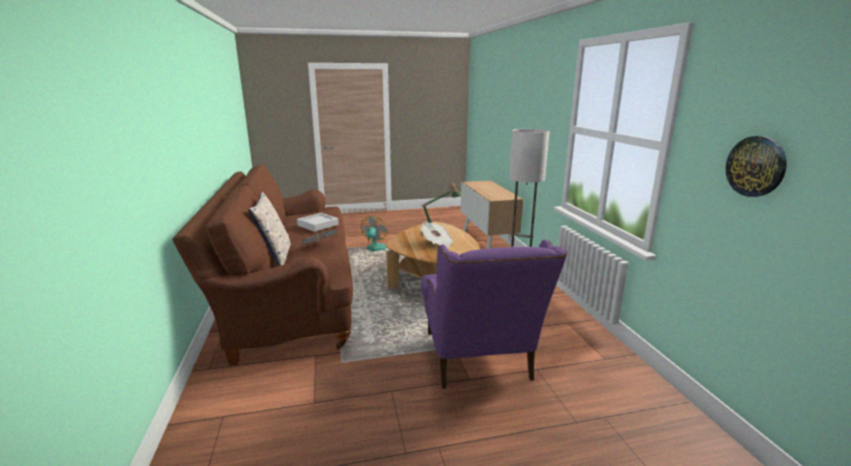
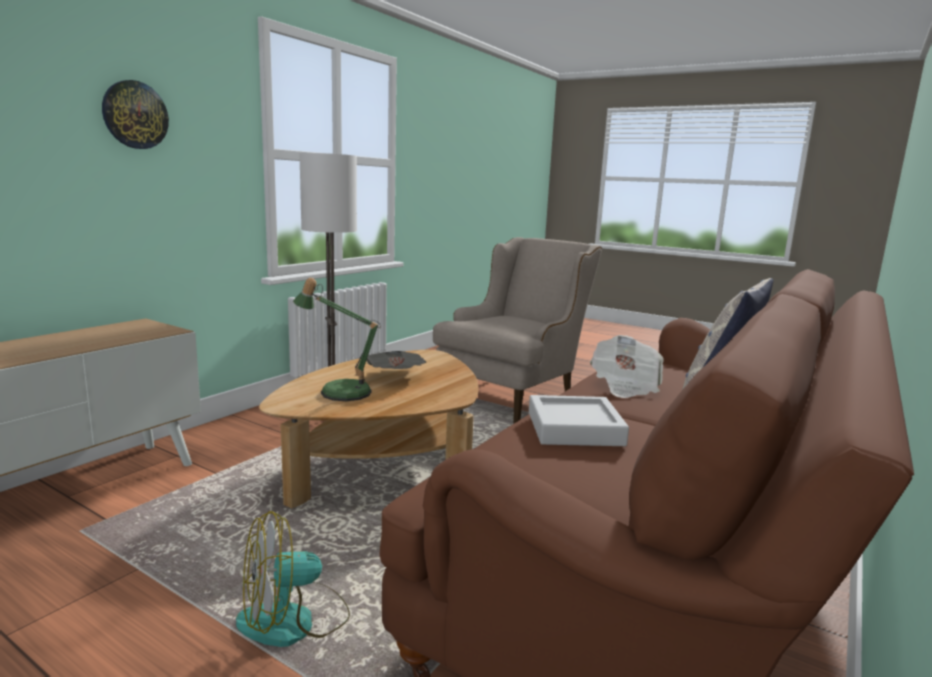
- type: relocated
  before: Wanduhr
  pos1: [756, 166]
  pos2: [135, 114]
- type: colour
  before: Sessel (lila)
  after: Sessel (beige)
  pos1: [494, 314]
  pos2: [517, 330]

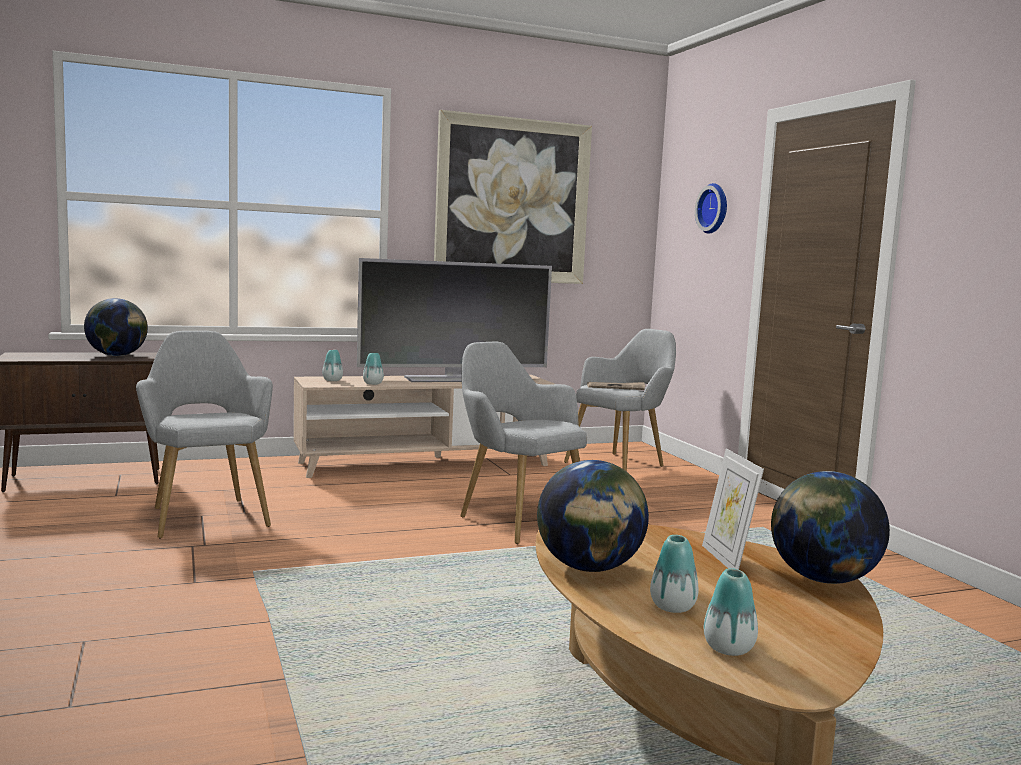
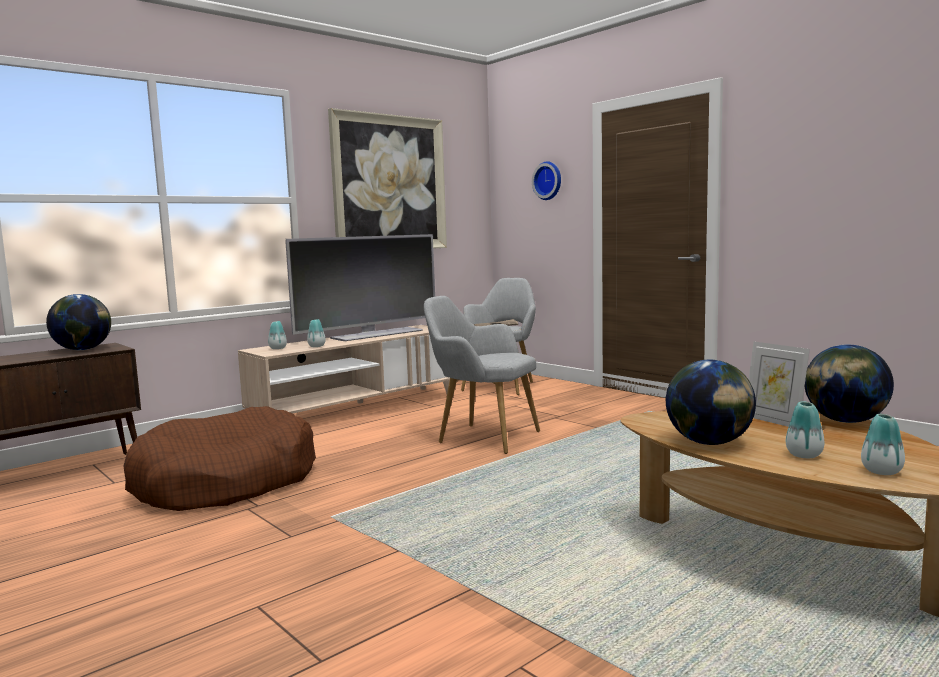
- type: exchanged
  before: Sessel (grau)
  after: Hundebett (braun)
  pos1: [204, 435]
  pos2: [219, 458]

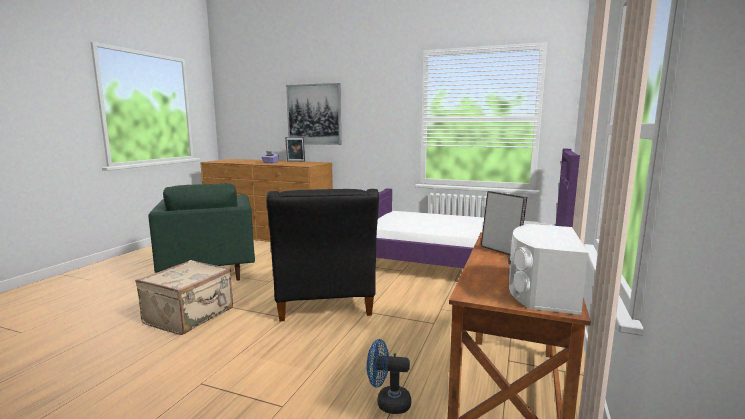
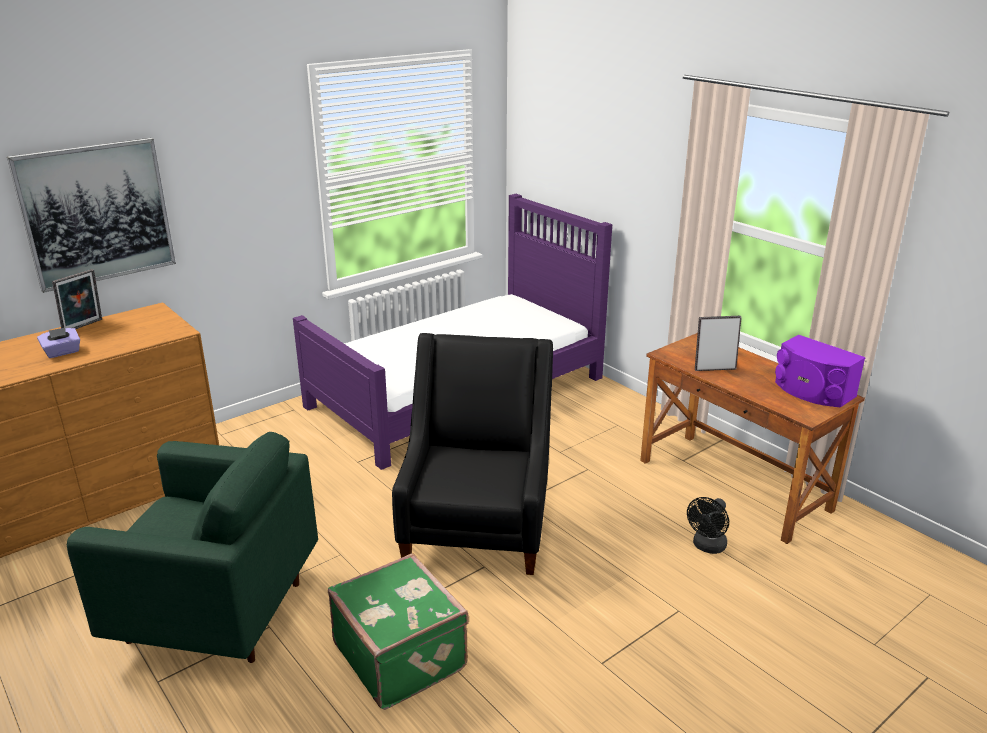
- type: spun
  before: Sessel (schwarz)
  pos1: [322, 255]
  pos2: [472, 454]
  turn: -105
- type: colour
  before: Lautsprecher (weiß)
  after: Lautsprecher (lila)
  pos1: [548, 269]
  pos2: [820, 371]
- type: colour
  before: Koffer (beige)
  after: Koffer (grün)
  pos1: [184, 297]
  pos2: [398, 631]
- type: colour
  before: Ventilator (blau)
  after: Ventilator (schwarz)
  pos1: [389, 376]
  pos2: [708, 525]

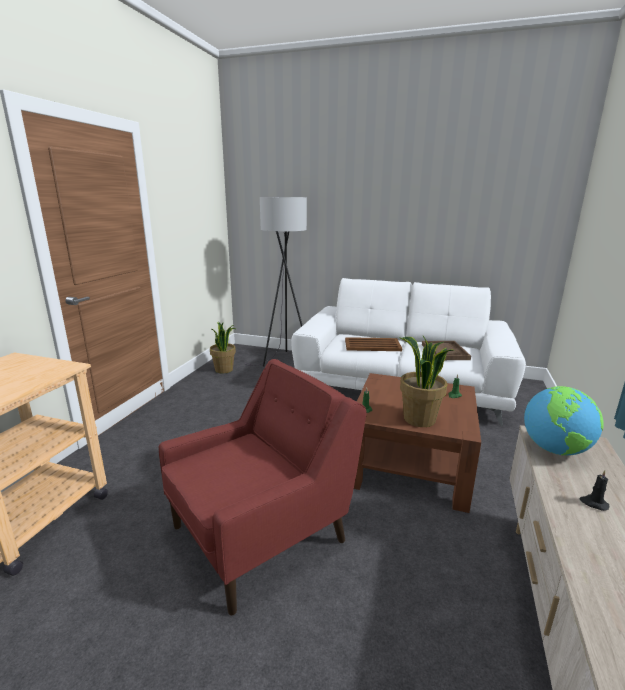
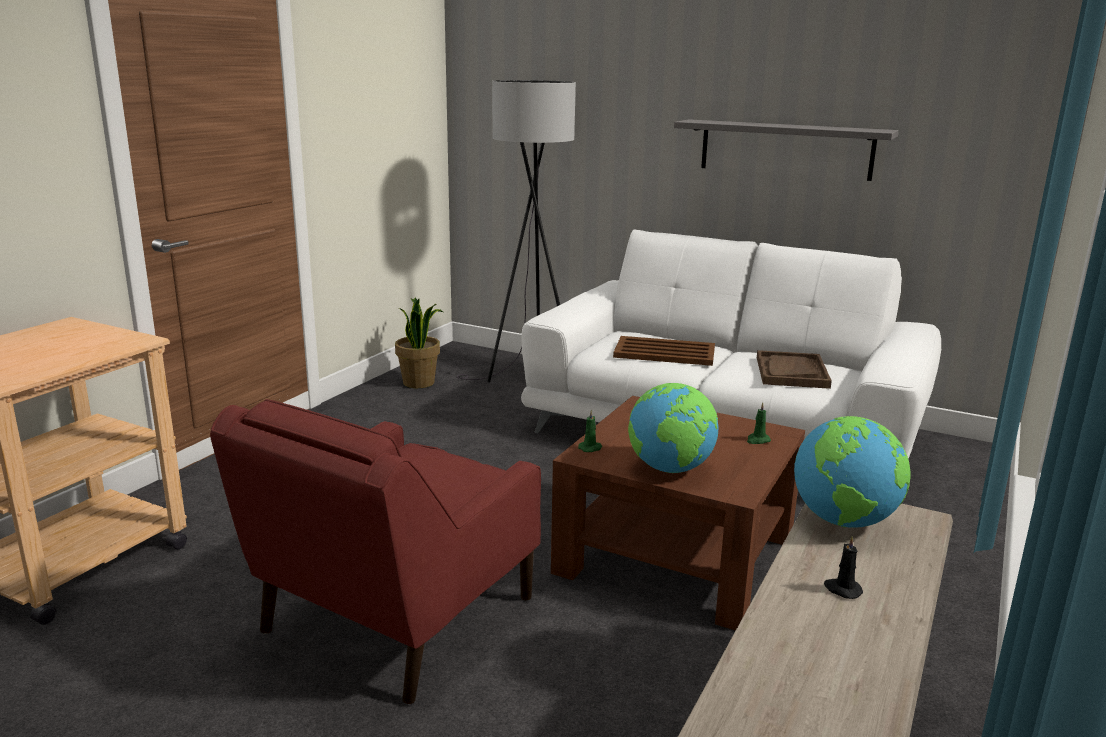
- type: exchanged
  before: Topfpflanze
  after: Globus
  pos1: [426, 381]
  pos2: [673, 428]
- type: spun
  before: Sessel (rot)
  pos1: [262, 487]
  pos2: [375, 551]
  turn: 150
- type: appeared
  after: Wandregal (grau)
  pos2: [786, 150]

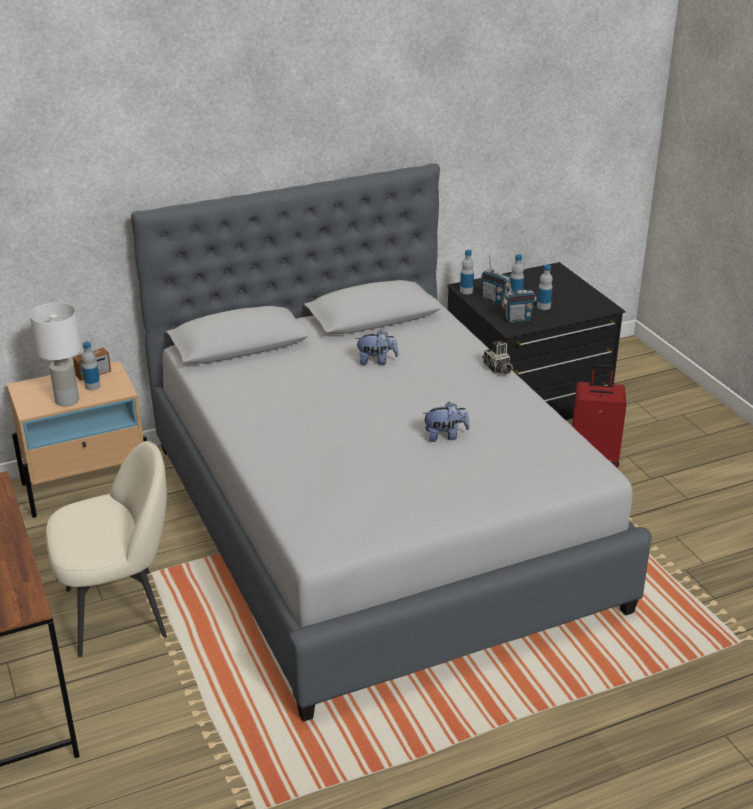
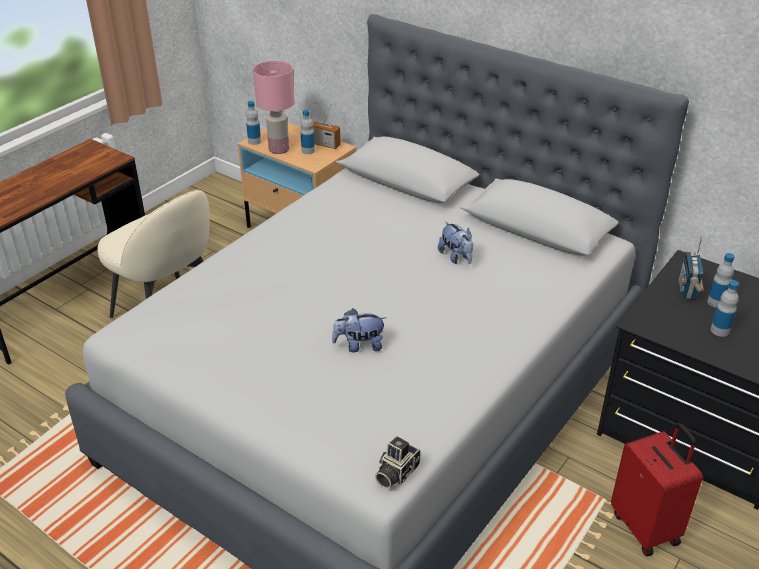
- type: relocated
  before: Flasche
  pos1: [467, 272]
  pos2: [253, 123]
- type: missing
  before: Radio
  pos1: [519, 300]
- type: colour
  before: Tischlampe (weiß)
  after: Tischlampe (rosa)
  pos1: [55, 354]
  pos2: [274, 107]
- type: relocated
  before: Kamera
  pos1: [497, 357]
  pos2: [398, 463]
- type: spun
  before: Plüschtier
  pos1: [446, 422]
  pos2: [359, 330]
  turn: 120

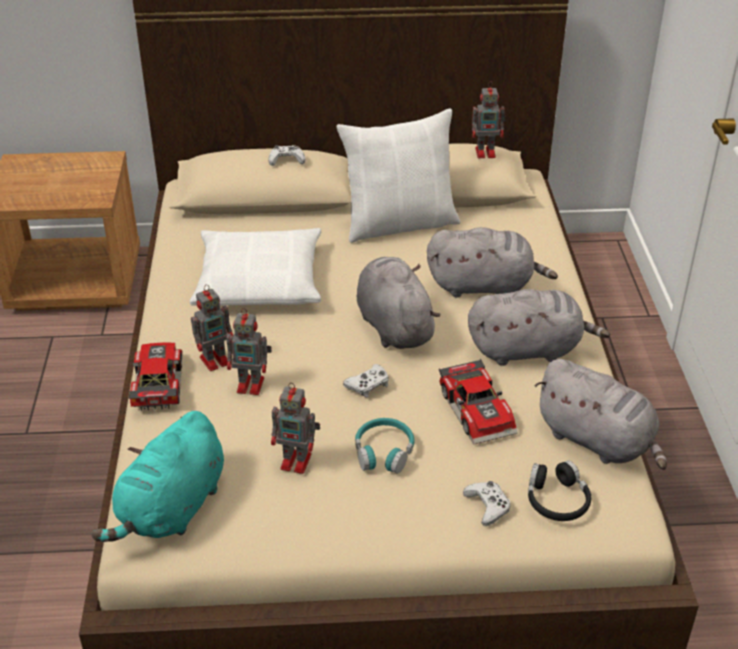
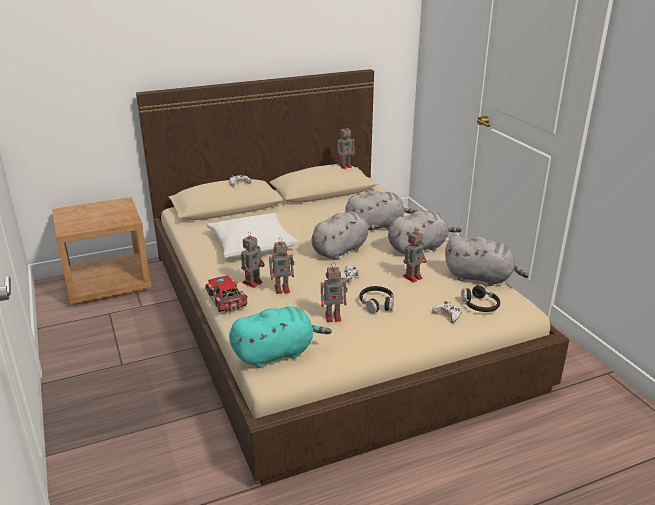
- type: missing
  before: Kissen (weiß)
  pos1: [398, 176]
- type: spun
  before: Plüschtier (grau)
  pos1: [399, 303]
  pos2: [345, 235]
  turn: 90
- type: exchanged
  before: Spielzeugauto
  after: Spielzeugroboter
  pos1: [478, 402]
  pos2: [414, 255]
- type: spun
  before: Plüschtier (türkis)
  pos1: [157, 476]
  pos2: [280, 337]
  turn: -120
- type: colour
  before: Kopfhörer (türkis)
  after: Kopfhörer (schwarz)
  pos1: [385, 446]
  pos2: [376, 299]

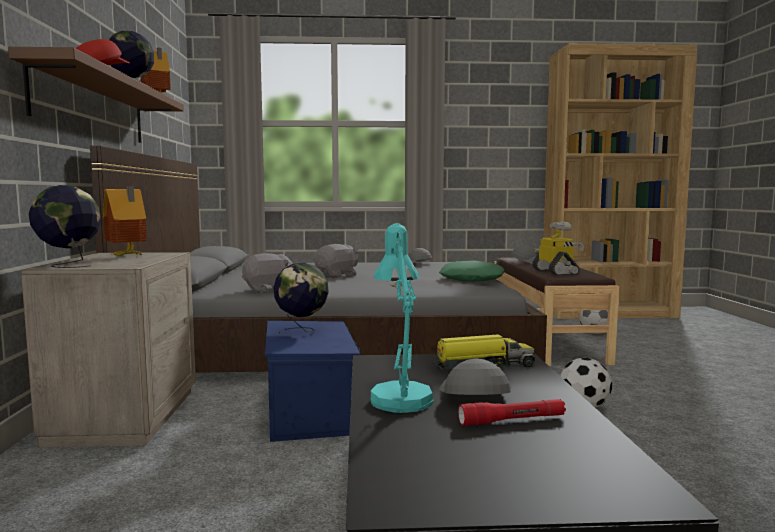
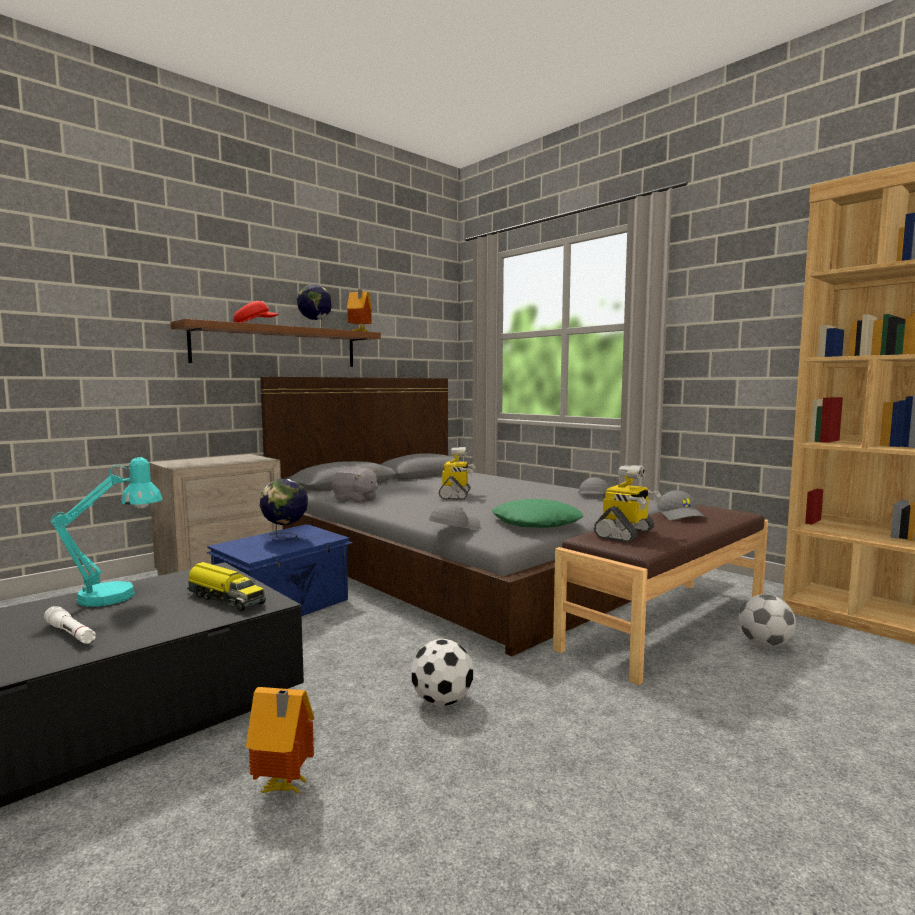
- type: missing
  before: Globus
  pos1: [65, 226]
- type: relocated
  before: Spielzeughaus
  pos1: [125, 221]
  pos2: [280, 740]
- type: exchanged
  before: Plüschtier (grau)
  after: Spielzeugroboter
  pos1: [336, 261]
  pos2: [457, 473]
- type: relocated
  before: Kappe (grau)
  pos1: [475, 377]
  pos2: [454, 516]
- type: colour
  before: Taschenlampe (rot)
  after: Taschenlampe (weiß)
  pos1: [512, 412]
  pos2: [70, 625]

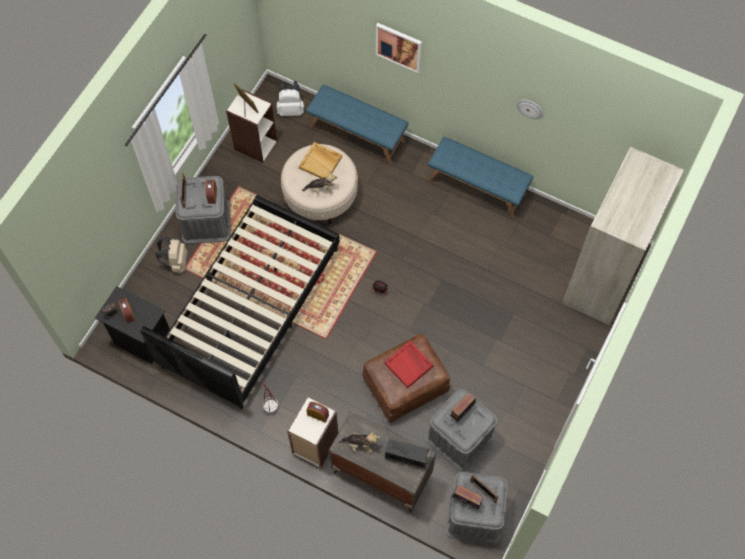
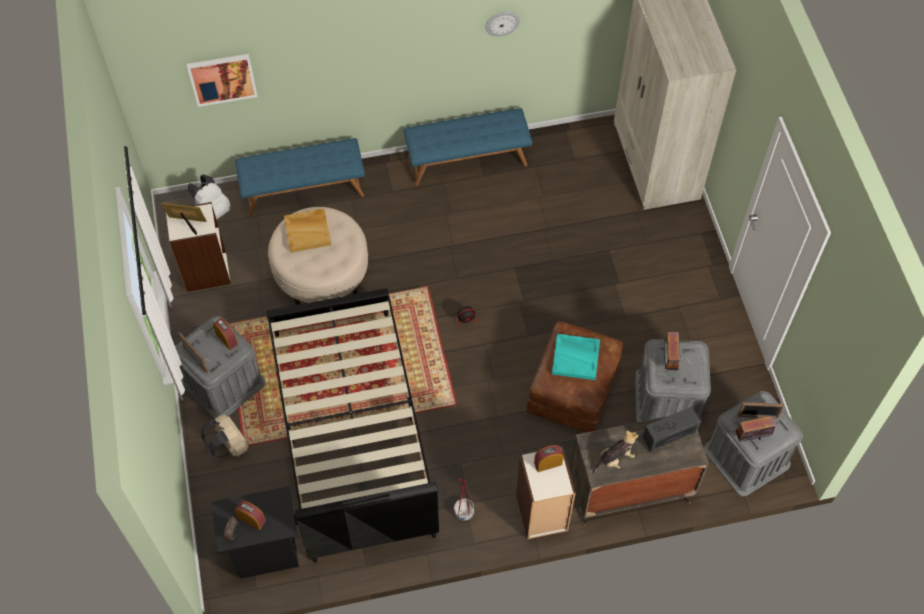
- type: relocated
  before: Bild
  pos1: [399, 48]
  pos2: [222, 80]
- type: missing
  before: Plüschtier
  pos1: [319, 183]
- type: colour
  before: Tablett (rot)
  after: Tablett (türkis)
  pos1: [409, 364]
  pos2: [576, 357]

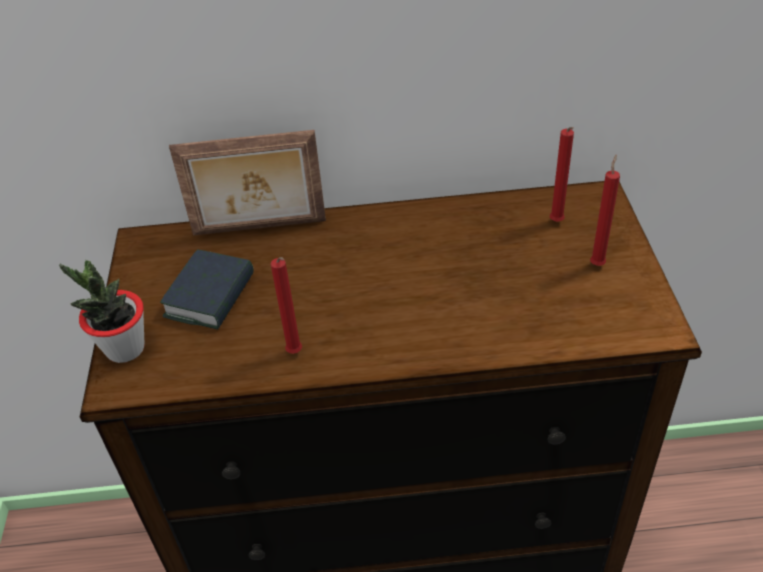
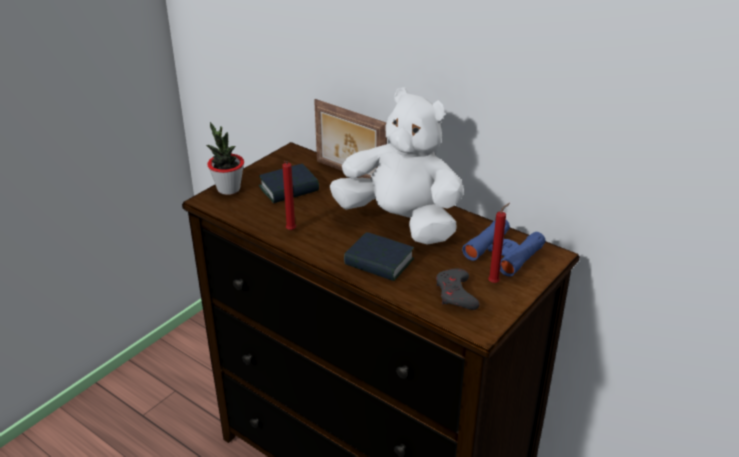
- type: exchanged
  before: Kerze (rot)
  after: Fernglas (blau)
  pos1: [562, 174]
  pos2: [503, 248]
- type: appeared
  after: Plüschtier (weiß)
  pos2: [397, 166]
- type: appeared
  after: Buch
  pos2: [379, 256]
- type: appeared
  after: Gamepad (grau)
  pos2: [458, 289]

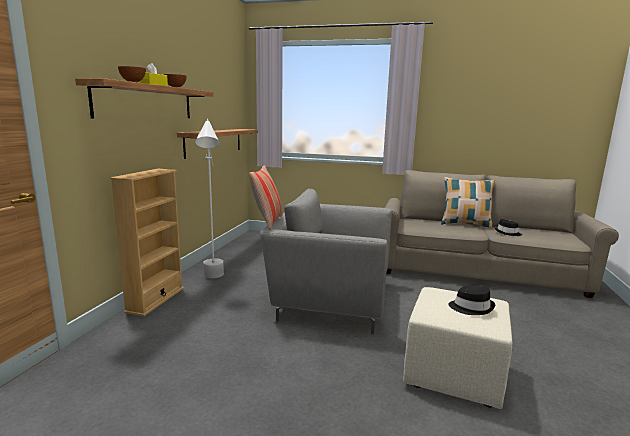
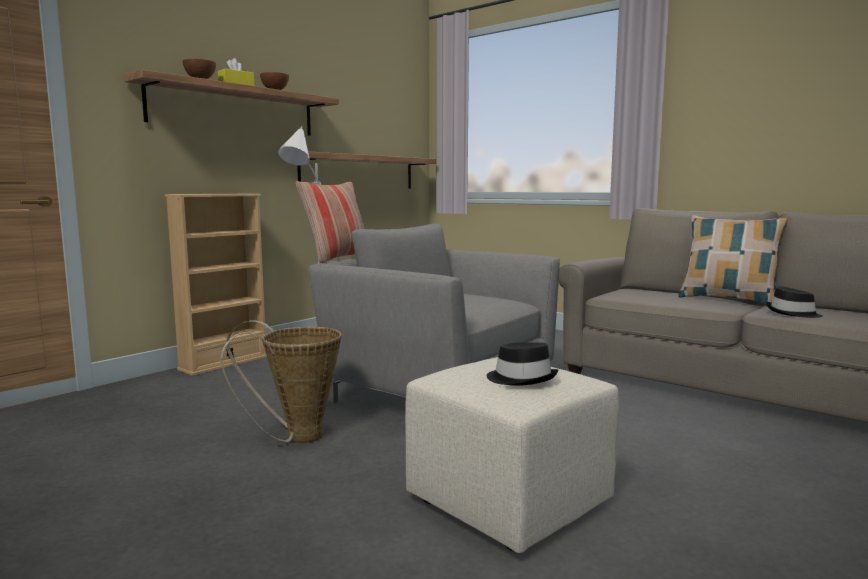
- type: appeared
  after: Korb
  pos2: [281, 381]

